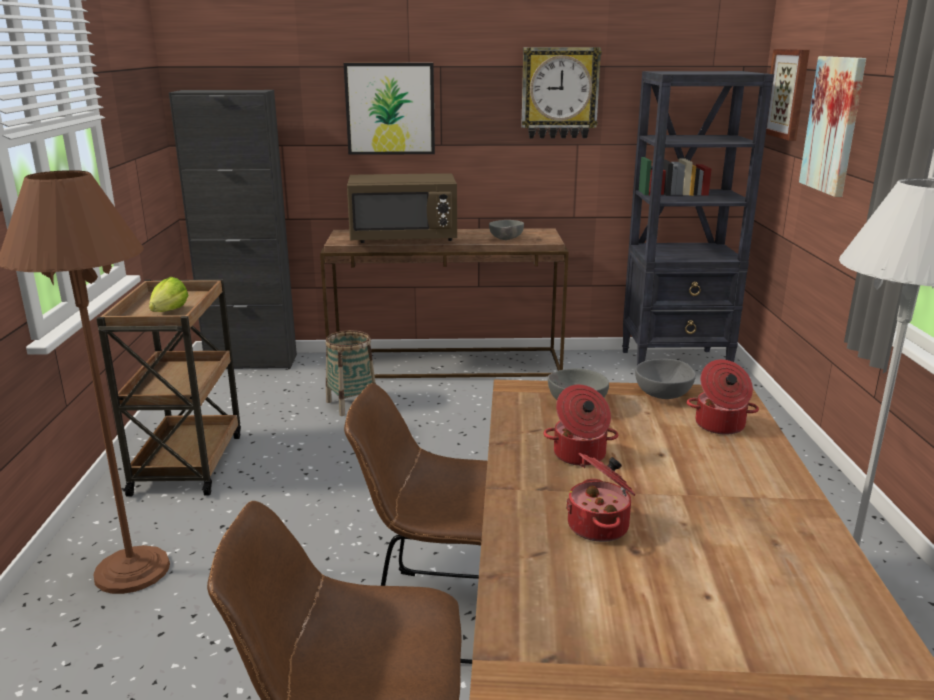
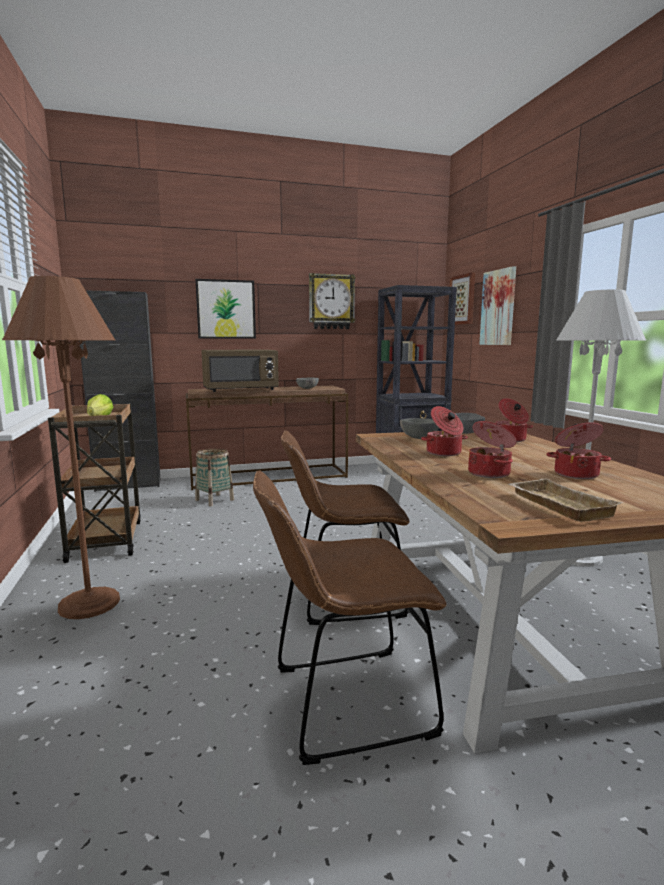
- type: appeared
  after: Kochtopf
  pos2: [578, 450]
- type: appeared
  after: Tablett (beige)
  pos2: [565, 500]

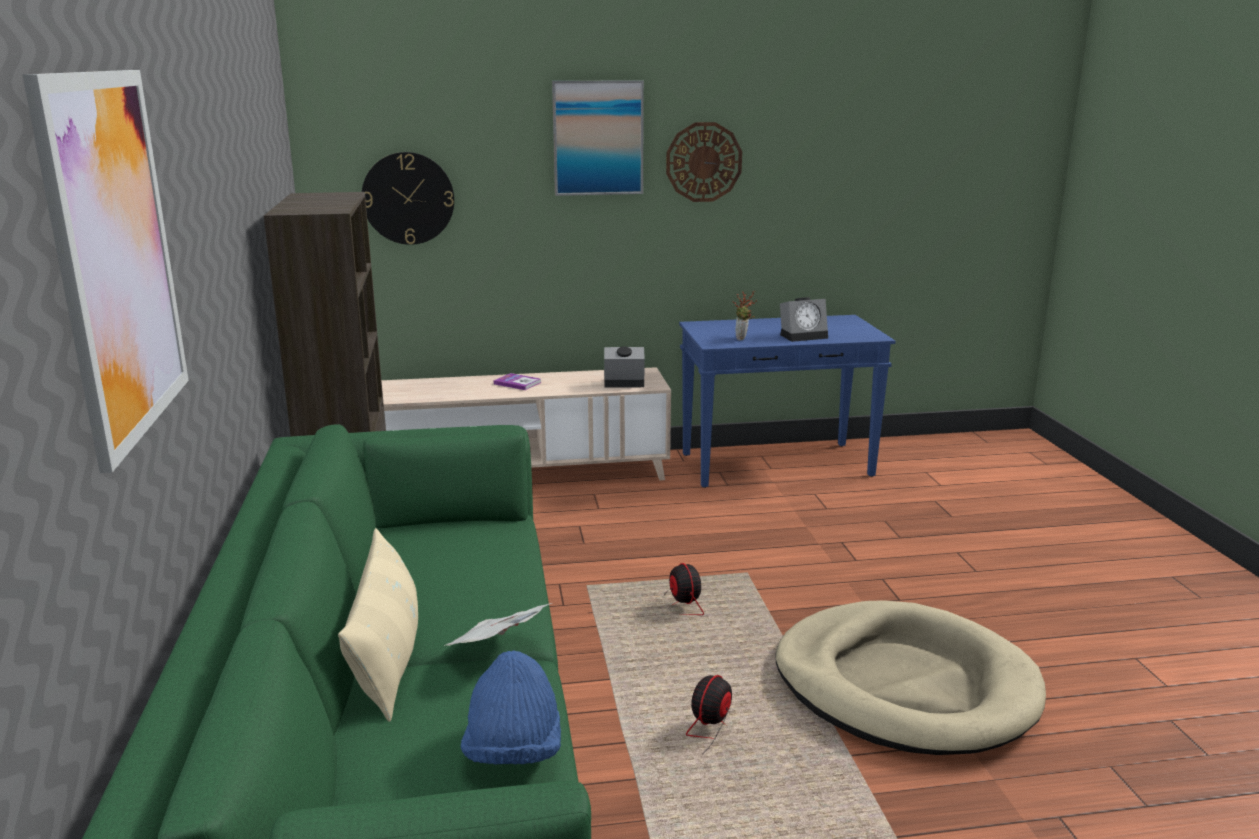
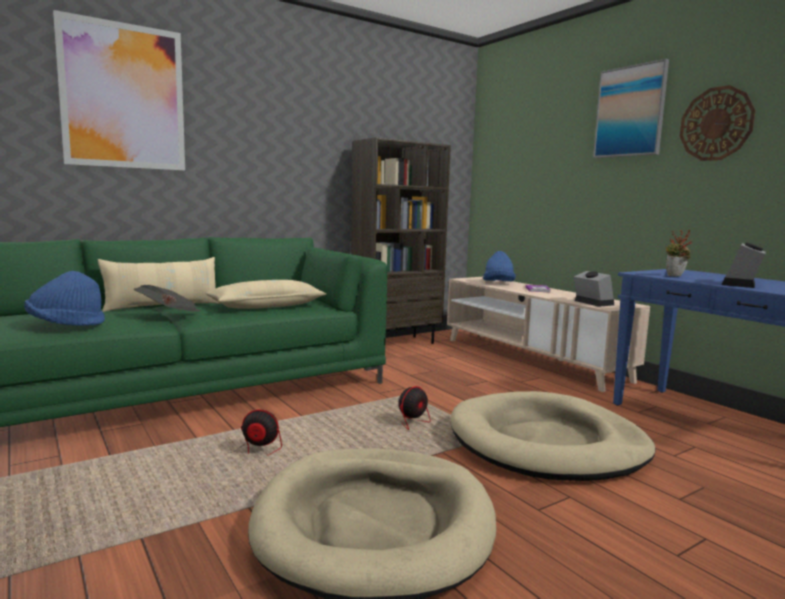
- type: missing
  before: Wanduhr
  pos1: [408, 198]
- type: spun
  before: Wecker
  pos1: [804, 319]
  pos2: [743, 265]
  turn: 75
- type: appeared
  after: Hut (blau)
  pos2: [499, 266]
- type: appeared
  after: Kissen (beige)
  pos2: [266, 294]
- type: appeared
  after: Hundebett (beige)
  pos2: [553, 436]

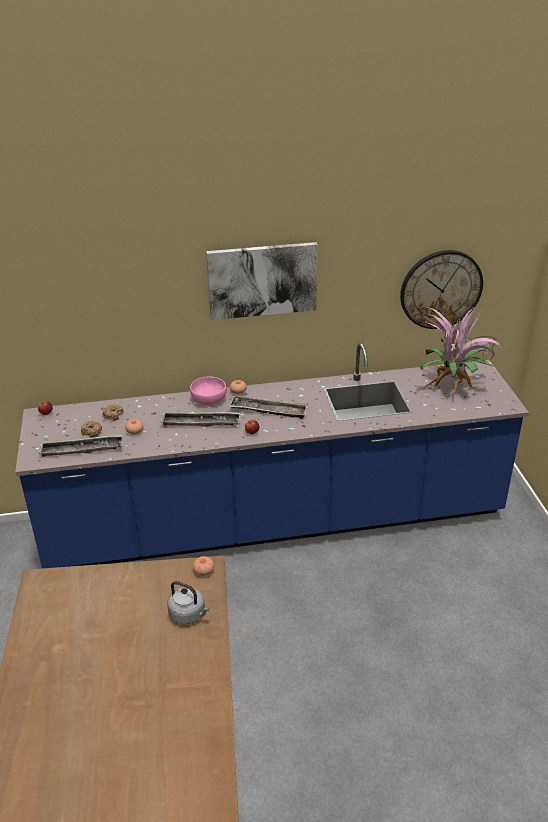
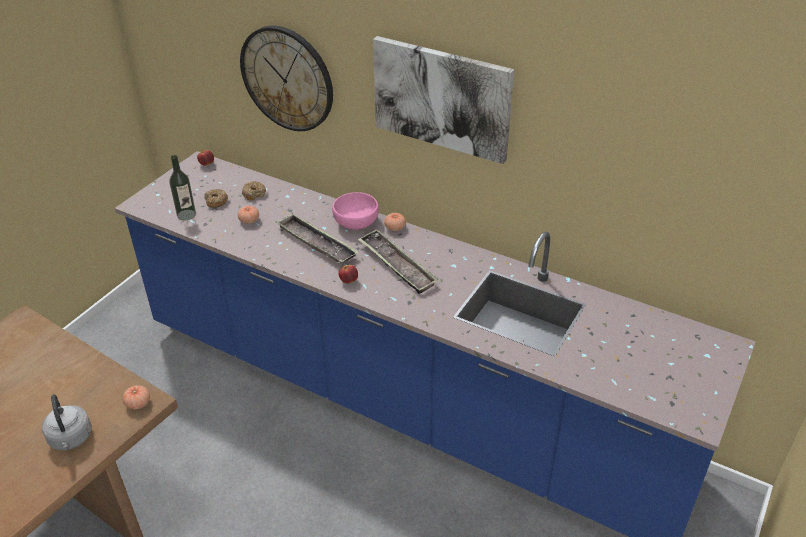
- type: relocated
  before: Wanduhr
  pos1: [441, 289]
  pos2: [286, 78]
- type: missing
  before: Topfpflanze
  pos1: [460, 351]
- type: exchanged
  before: Tablett
  after: Flasche
  pos1: [81, 446]
  pos2: [182, 187]

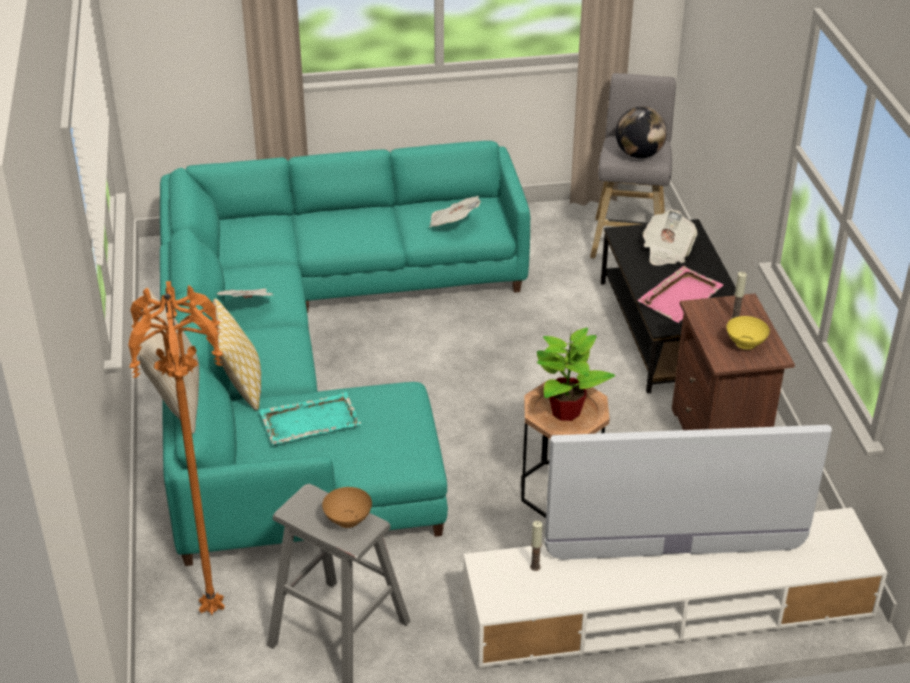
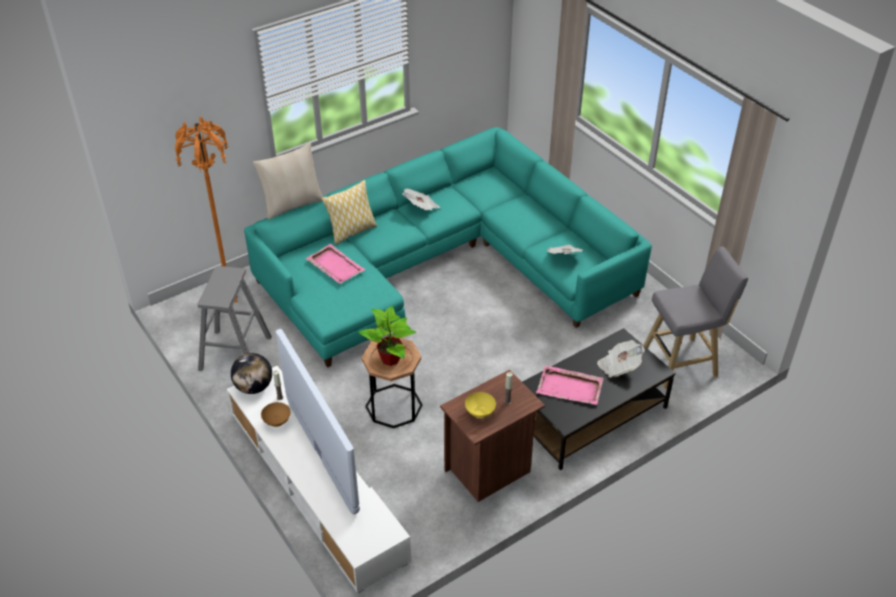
- type: relocated
  before: Globus
  pos1: [641, 132]
  pos2: [251, 373]
- type: colour
  before: Tablett (türkis)
  after: Tablett (rosa)
  pos1: [310, 418]
  pos2: [335, 264]
- type: relocated
  before: Schüssel (braun)
  pos1: [347, 507]
  pos2: [276, 414]

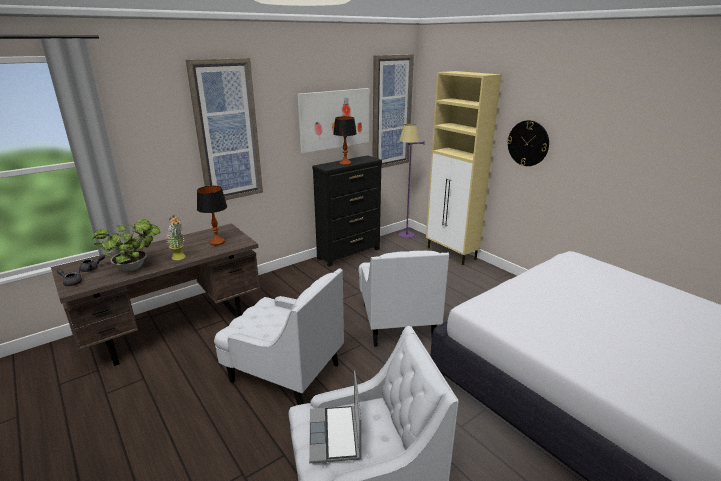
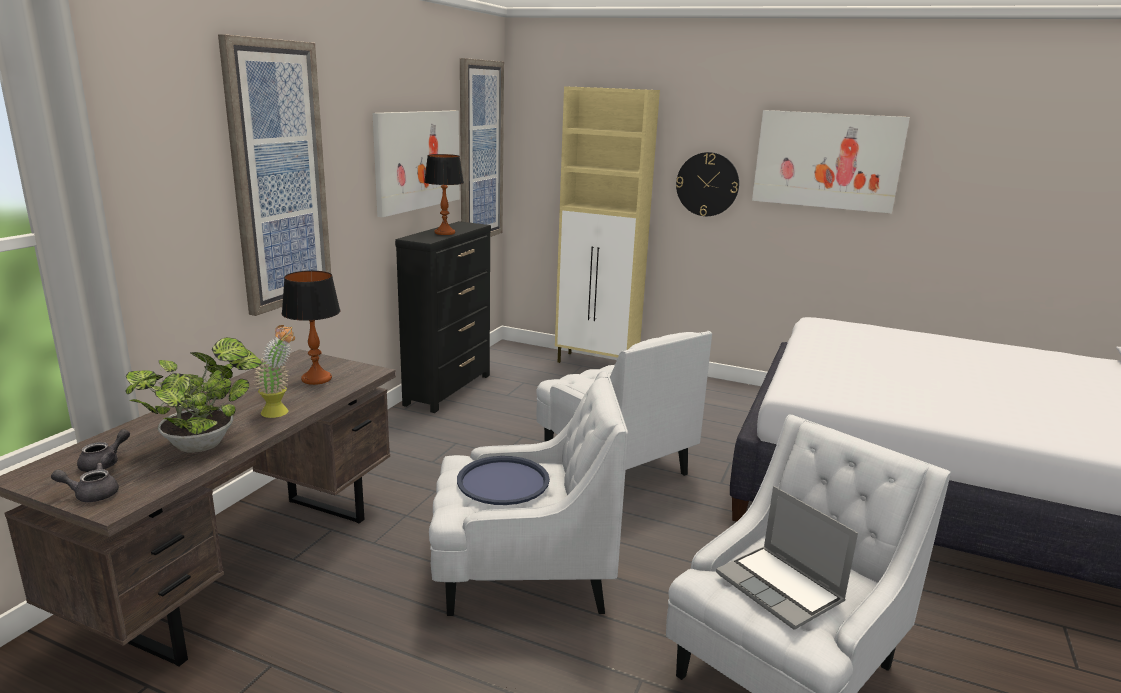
- type: missing
  before: Stehlampe (lila)
  pos1: [412, 181]
- type: appeared
  after: Bild
  pos2: [831, 162]
- type: appeared
  after: Tablett (blau)
  pos2: [503, 480]

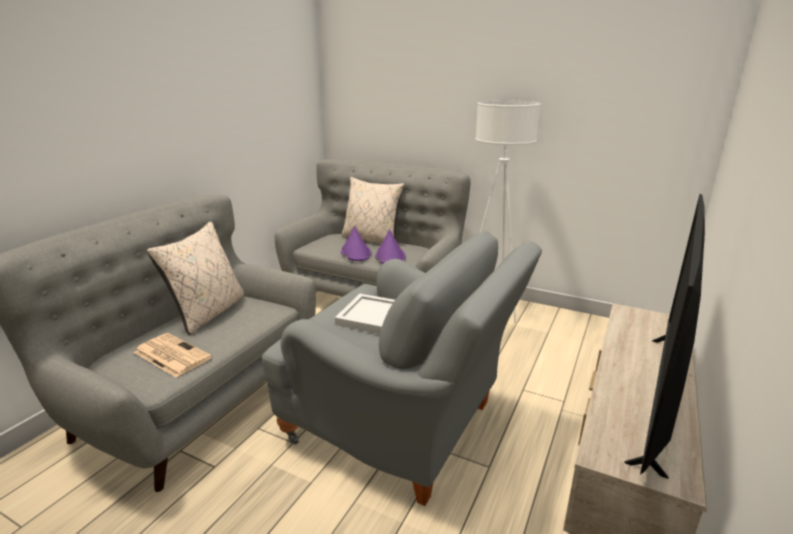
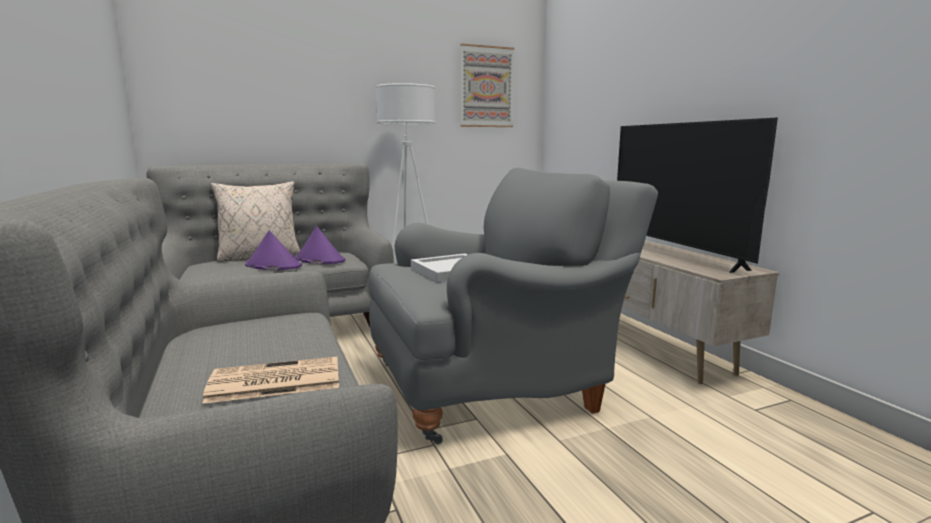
- type: missing
  before: Kissen (beige)
  pos1: [196, 278]
- type: appeared
  after: Bild
  pos2: [487, 85]

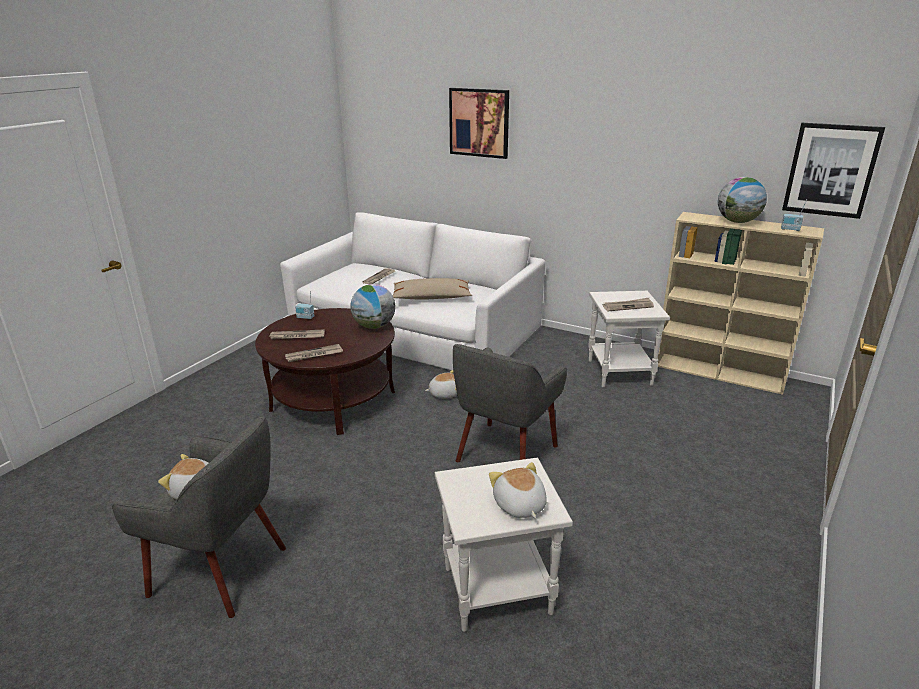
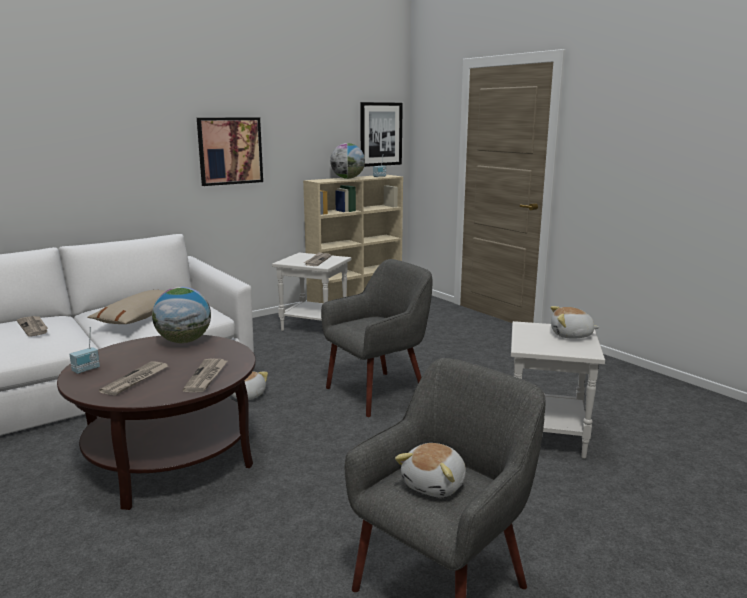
- type: relocated
  before: Bild
  pos1: [479, 123]
  pos2: [230, 151]
- type: spun
  before: Sessel (grau)
  pos1: [510, 403]
  pos2: [376, 338]
  turn: -90

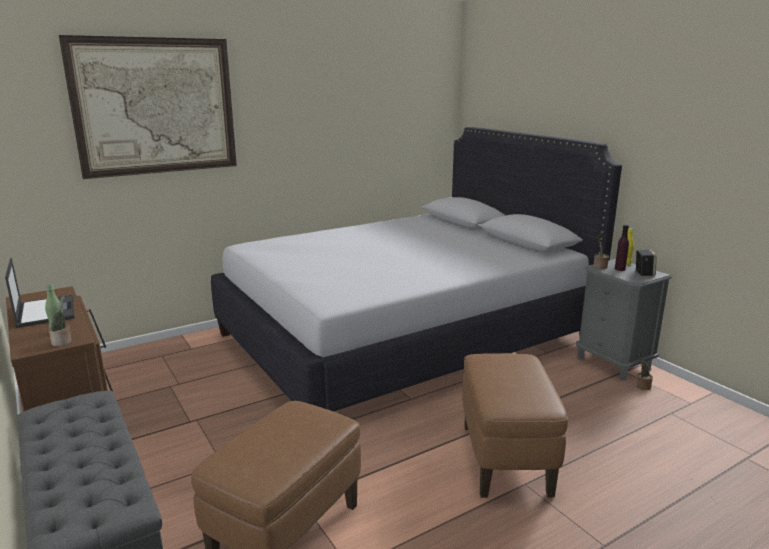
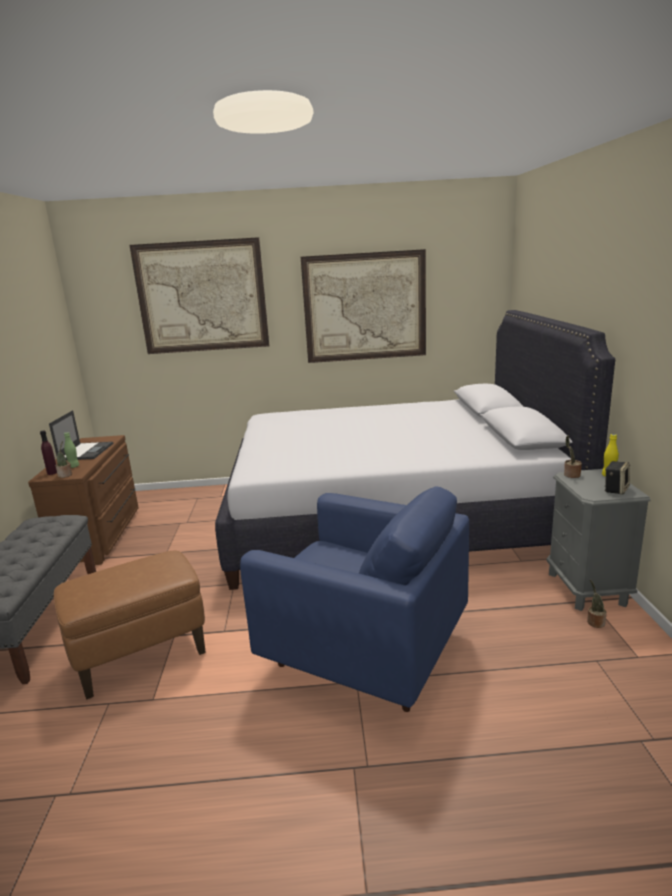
- type: relocated
  before: Flasche (lila)
  pos1: [622, 248]
  pos2: [48, 453]
- type: exchanged
  before: Polsterhocker (braun)
  after: Sessel (blau)
  pos1: [515, 425]
  pos2: [354, 599]
- type: appeared
  after: Bild
  pos2: [363, 306]

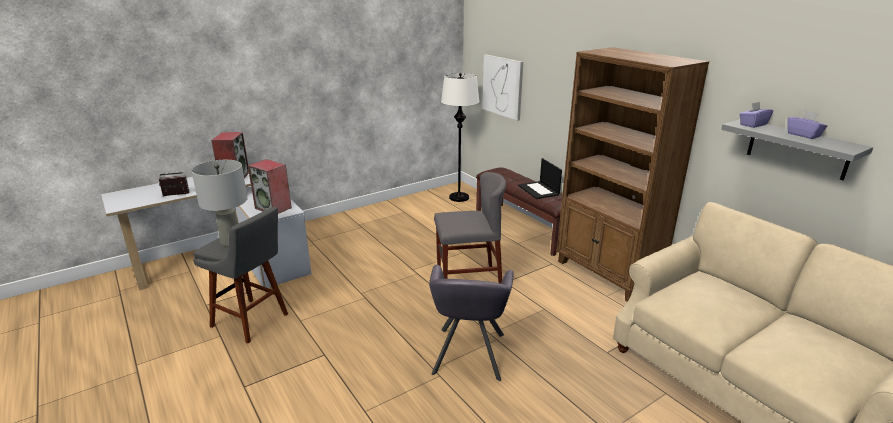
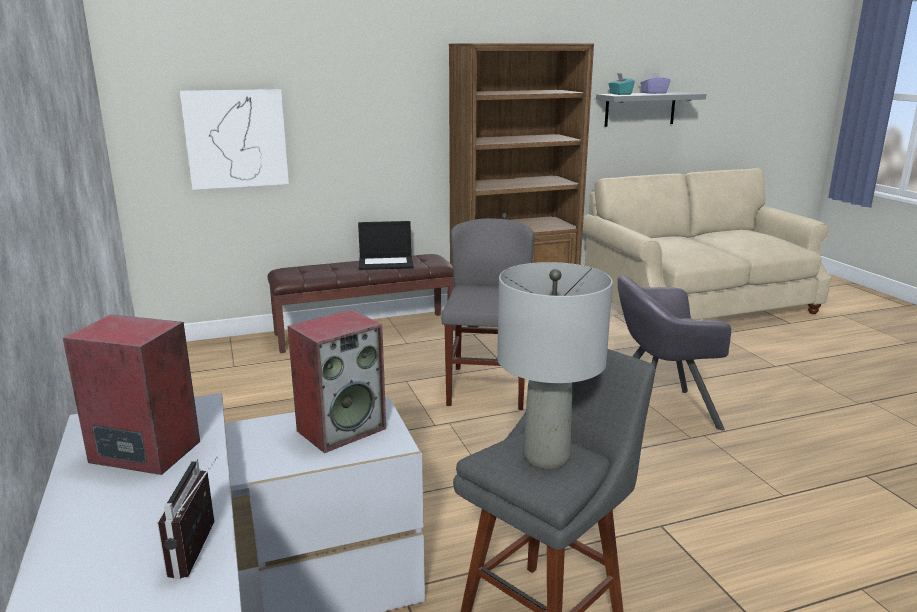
- type: missing
  before: Stehlampe (weiß)
  pos1: [460, 137]
- type: colour
  before: Taschentuchbox (lila)
  after: Taschentuchbox (türkis)
  pos1: [756, 115]
  pos2: [621, 84]
- type: spun
  before: Sessel (grau)
  pos1: [471, 323]
  pos2: [674, 353]
  turn: 150

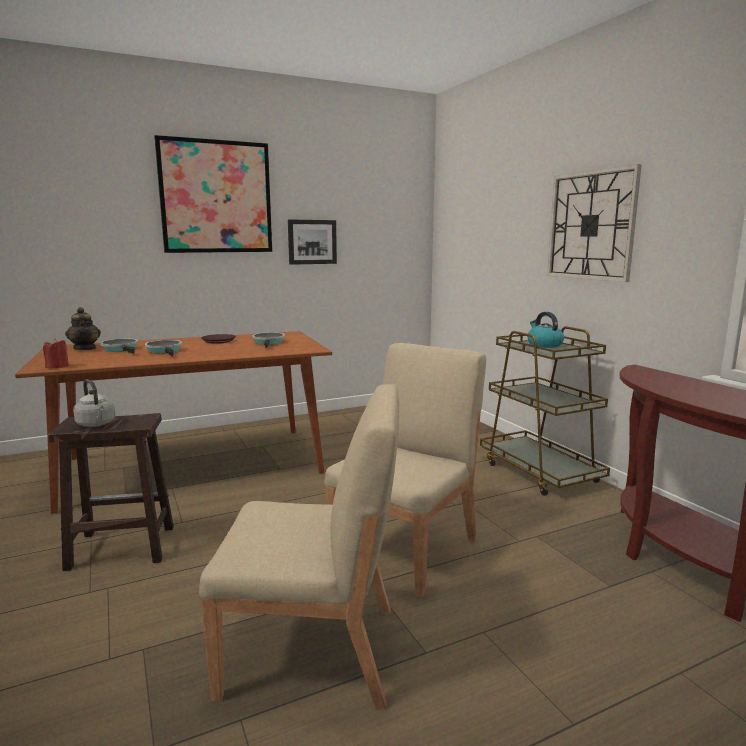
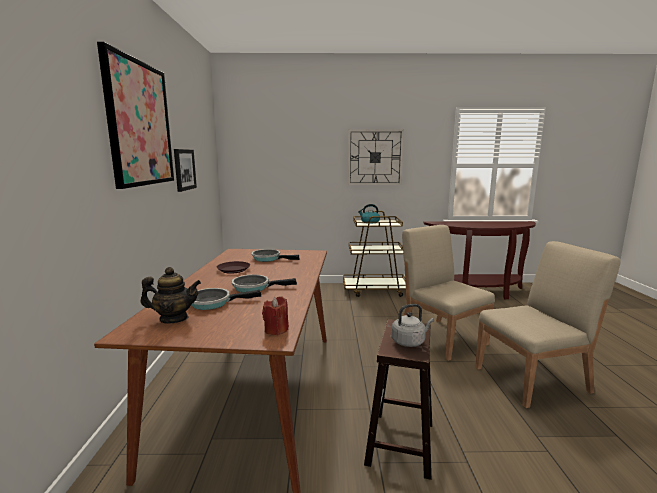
- type: spun
  before: Stuhl (beige)
  pos1: [299, 547]
  pos2: [548, 324]
  turn: 45

